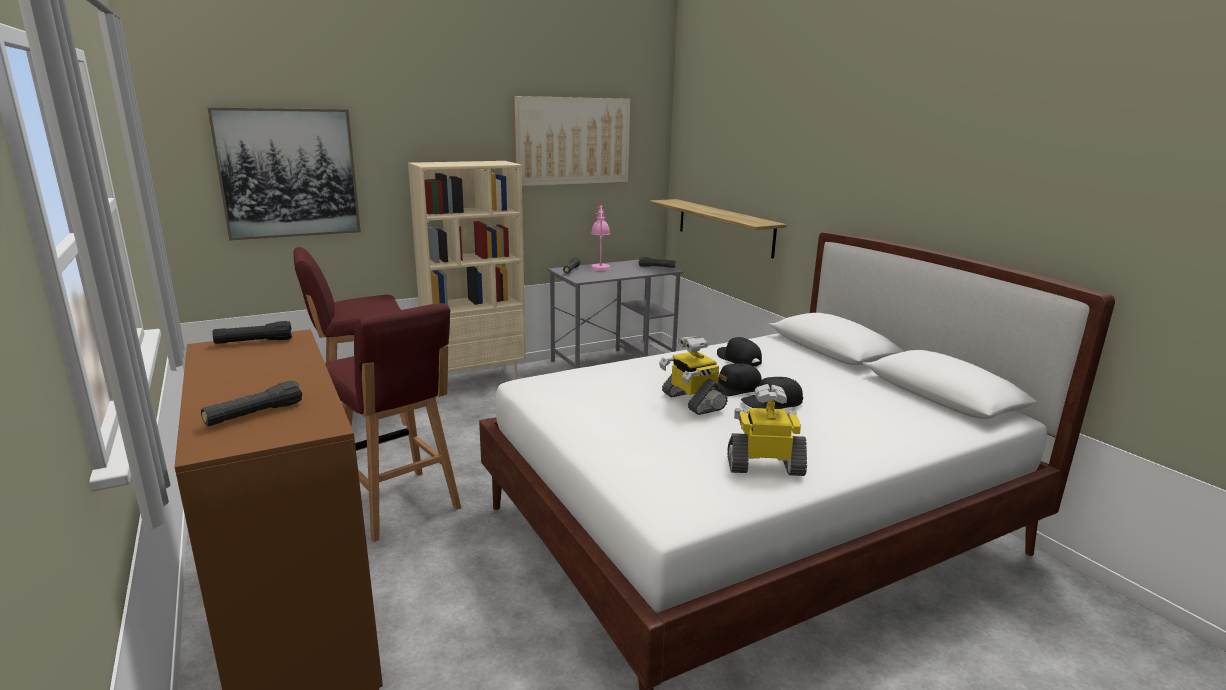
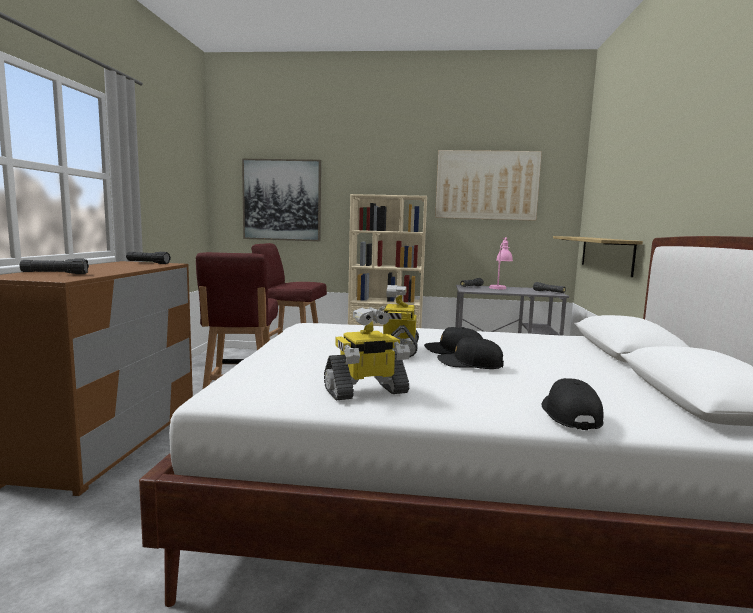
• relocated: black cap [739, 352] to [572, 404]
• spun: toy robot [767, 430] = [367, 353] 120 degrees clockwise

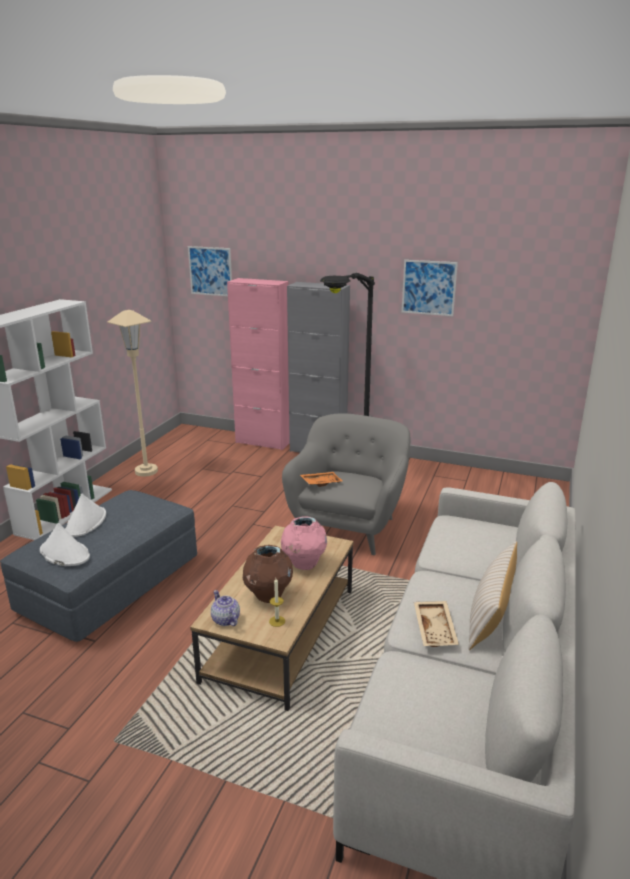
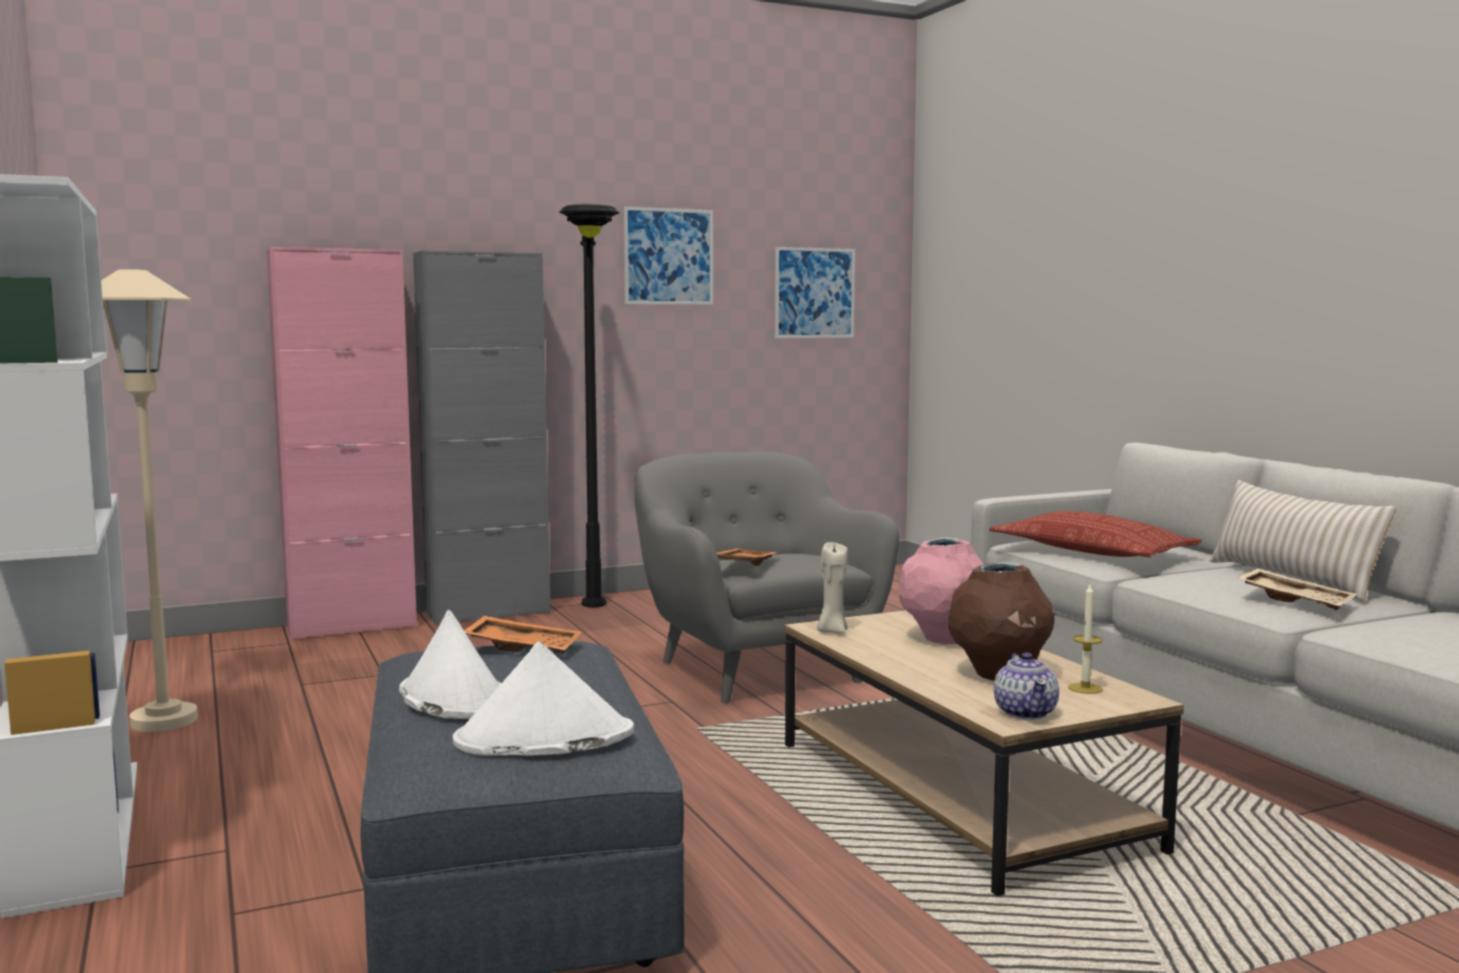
• relocated: picture [210, 271] to [815, 292]
• spun: teapot [225, 608] = [1026, 686] 105 degrees counterclockwise
• appeared: pillow [1095, 534]
• appeared: beige candle [832, 587]
• appeared: orange tray [522, 635]

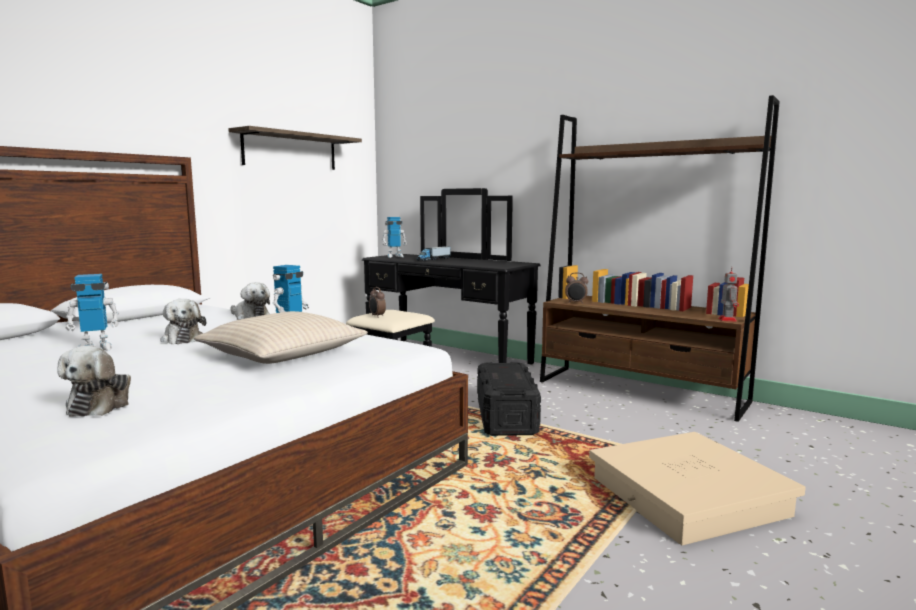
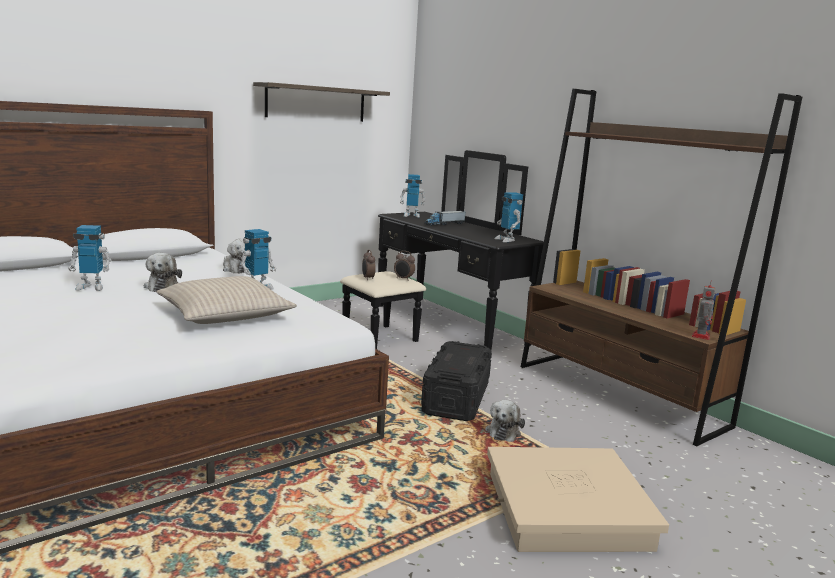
• relocated: alarm clock [576, 288] to [404, 265]
• relocated: plush toy [94, 381] to [505, 421]
• appeared: toy robot [508, 217]

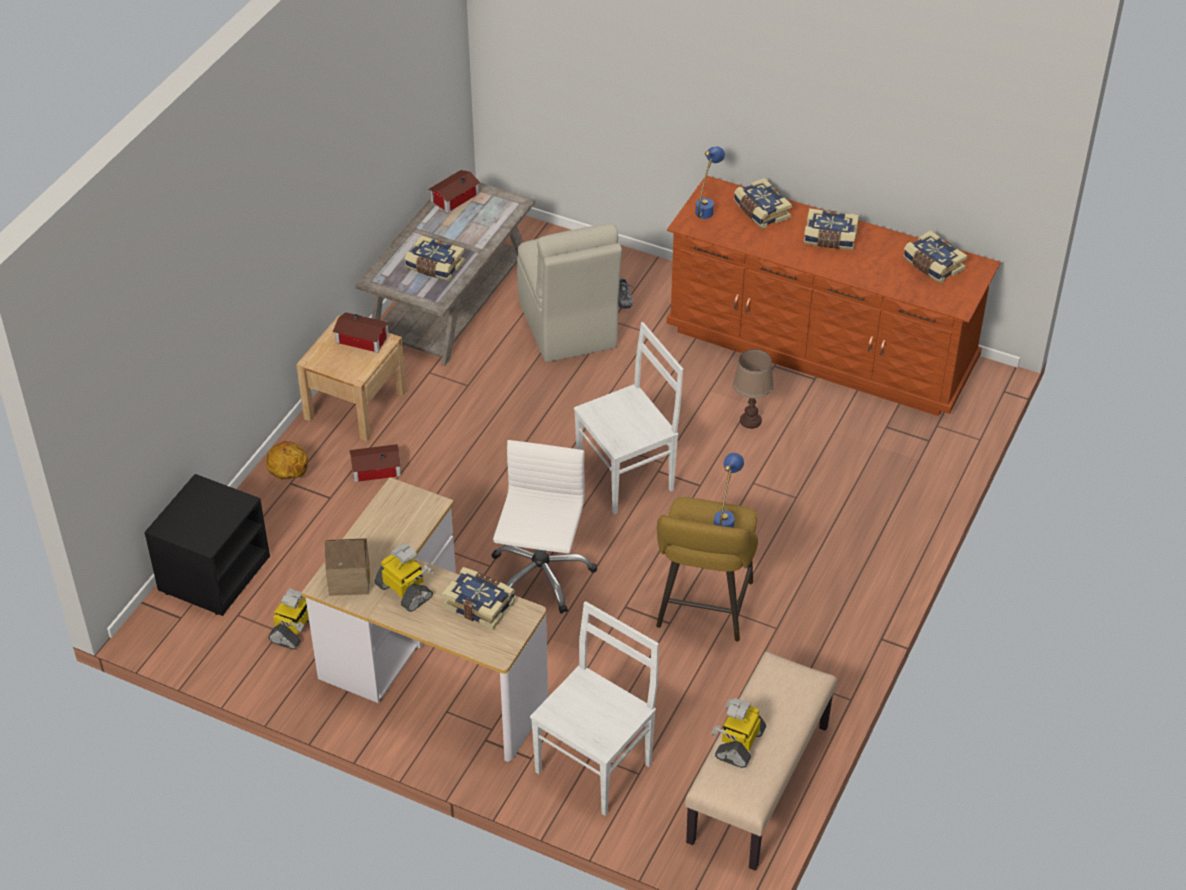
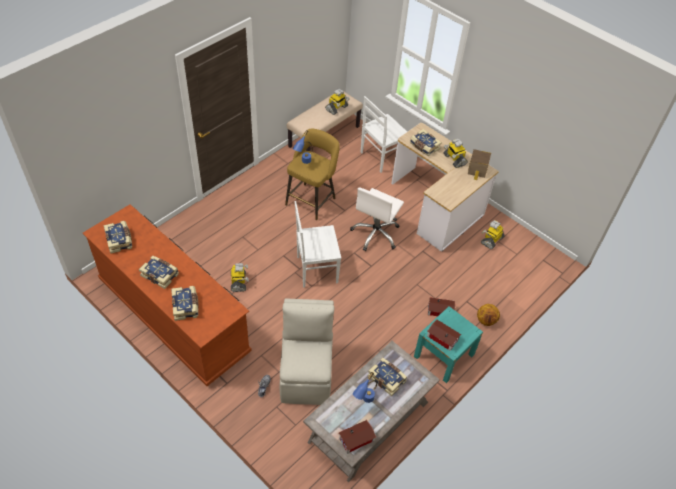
• relocated: blue table lamp [710, 183] to [365, 387]
• colour: beige nightstand [351, 378] to turquoise nightstand [448, 344]
• exchanged: brown table lamp [753, 389] to toy robot [239, 277]
• missing: black nightstand [207, 545]

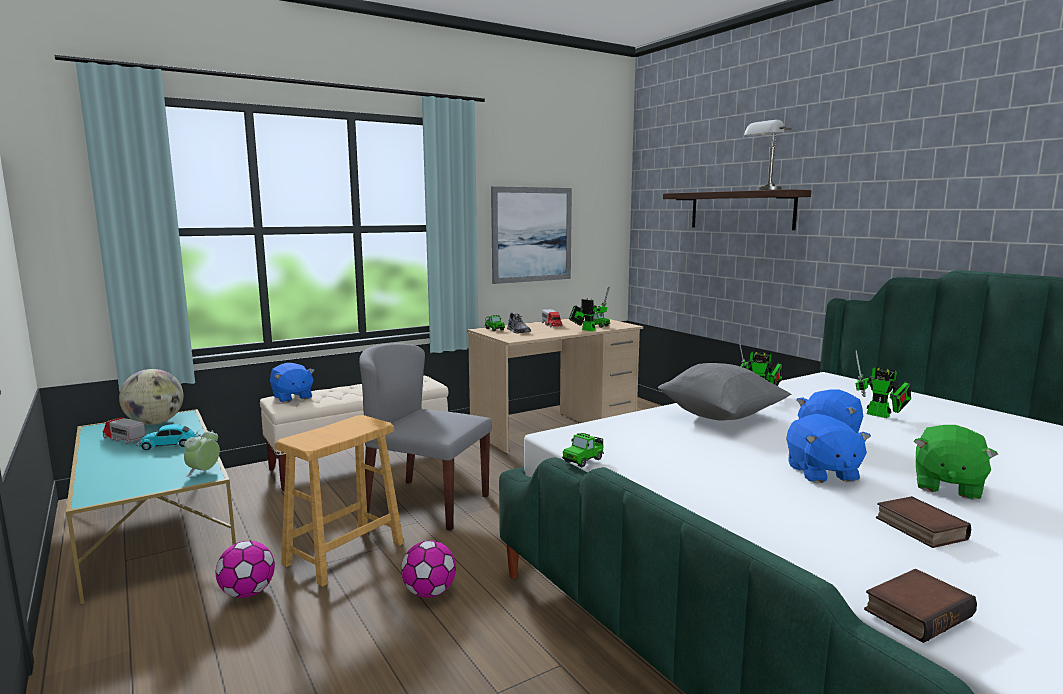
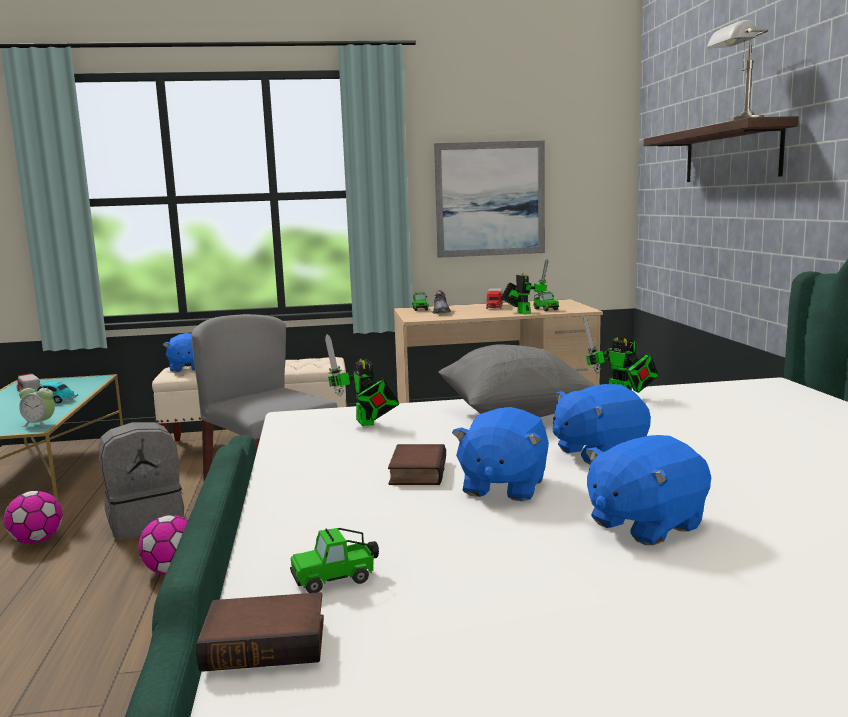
• relocated: toy robot [883, 384] to [362, 380]
• missing: globe [151, 397]
• exchanged: brown stool [339, 501] to grey backpack [141, 481]
• colour: green plush toy [956, 462] to blue plush toy [648, 490]
• spun: alarm clock [202, 452] = [37, 405] 120 degrees counterclockwise
• relocated: toy car [583, 450] to [334, 560]
• relocated: book [923, 522] to [417, 464]

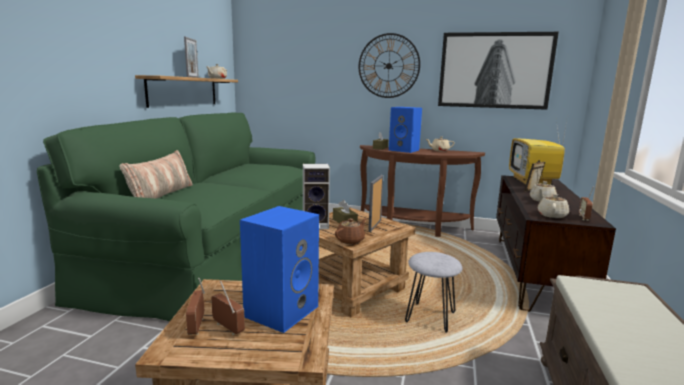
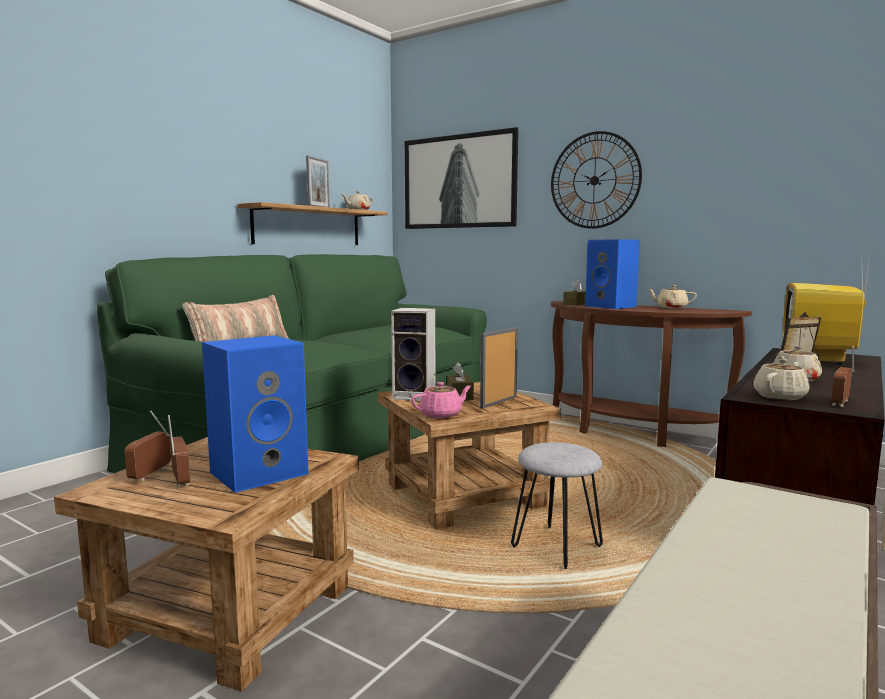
• relocated: picture [498, 71] to [461, 178]
• colour: brown teapot [351, 231] to pink teapot [441, 400]

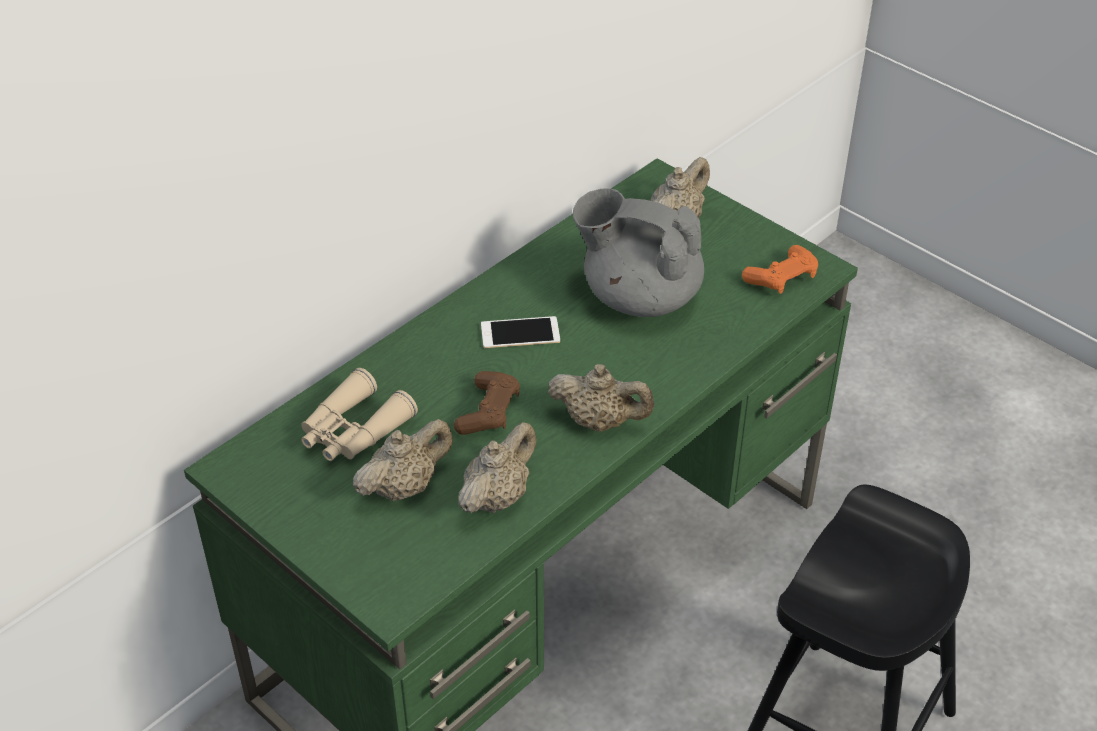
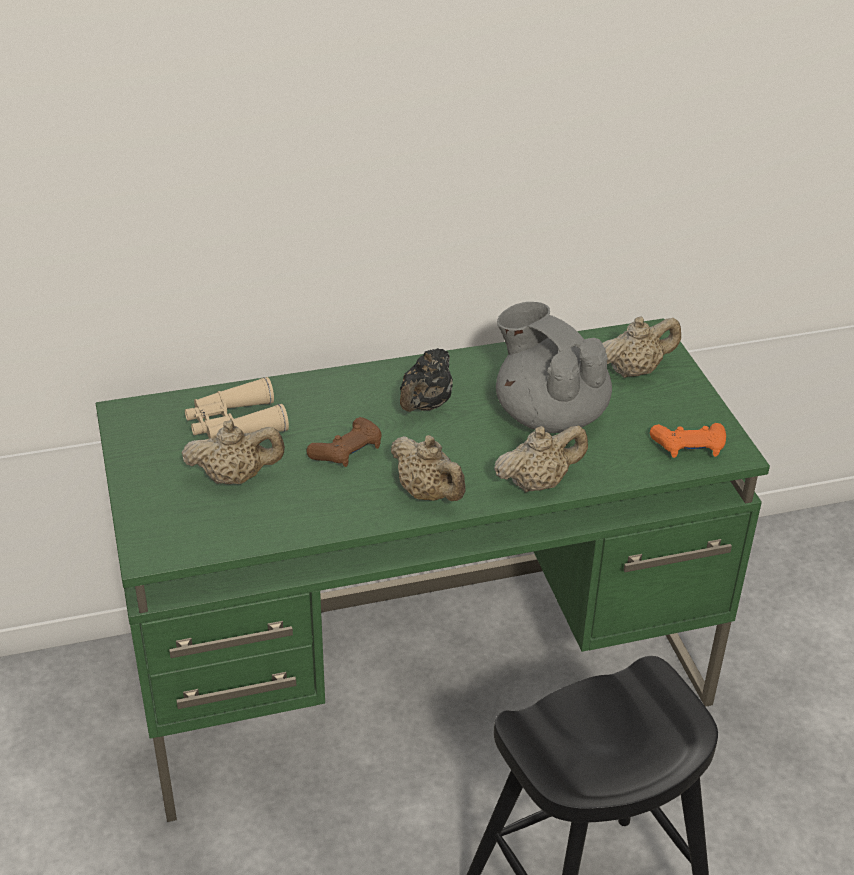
• exchanged: phone [520, 332] to black teapot [426, 380]
• relocated: beige teapot [497, 467] to [541, 458]

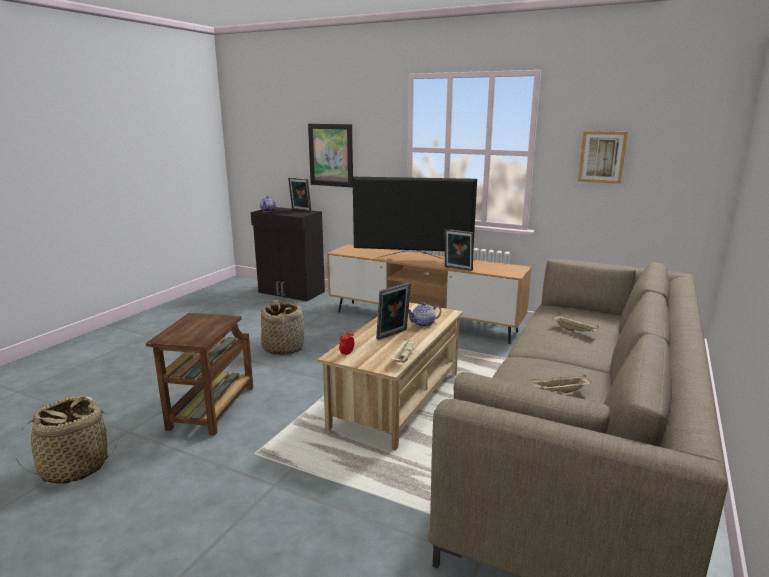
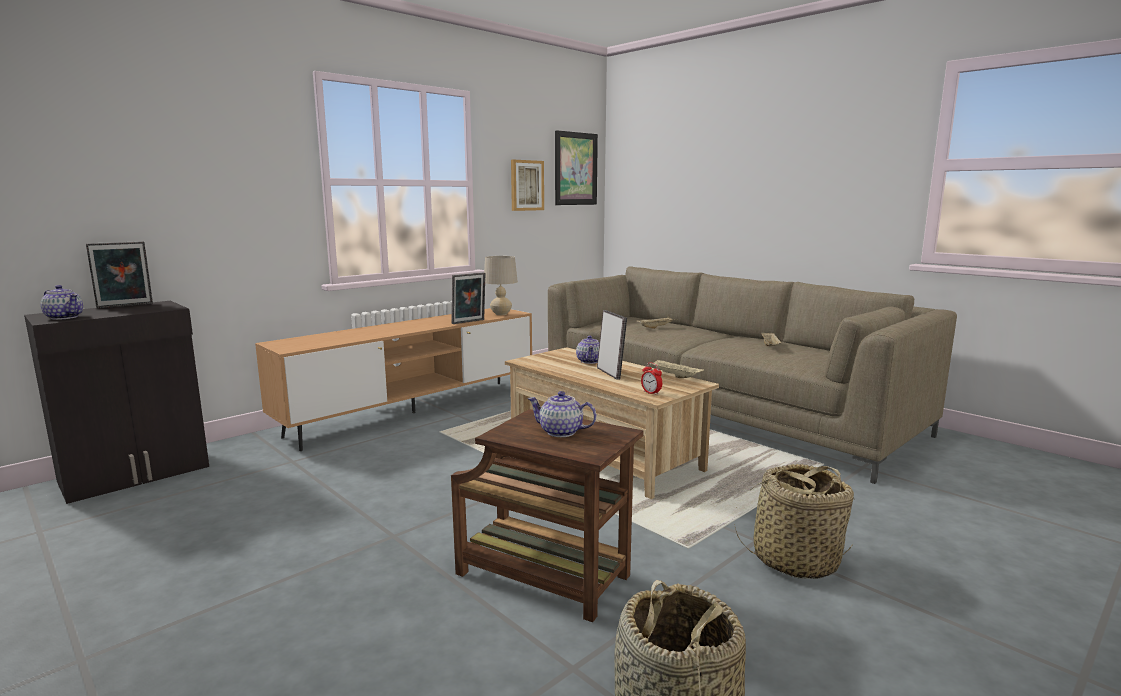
• relocated: picture [330, 156] to [576, 167]
• missing: television [415, 218]
• relocated: basket [282, 327] to [794, 521]
• appeared: beige table lamp [501, 285]
• appeared: teapot [562, 414]

